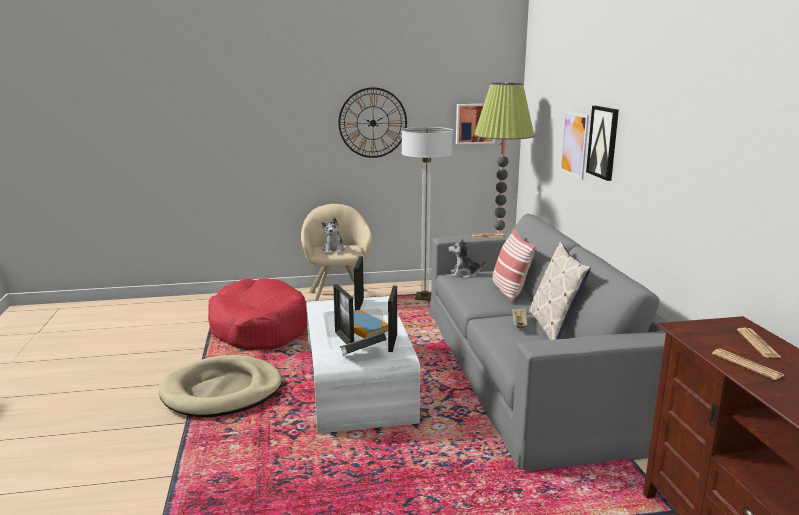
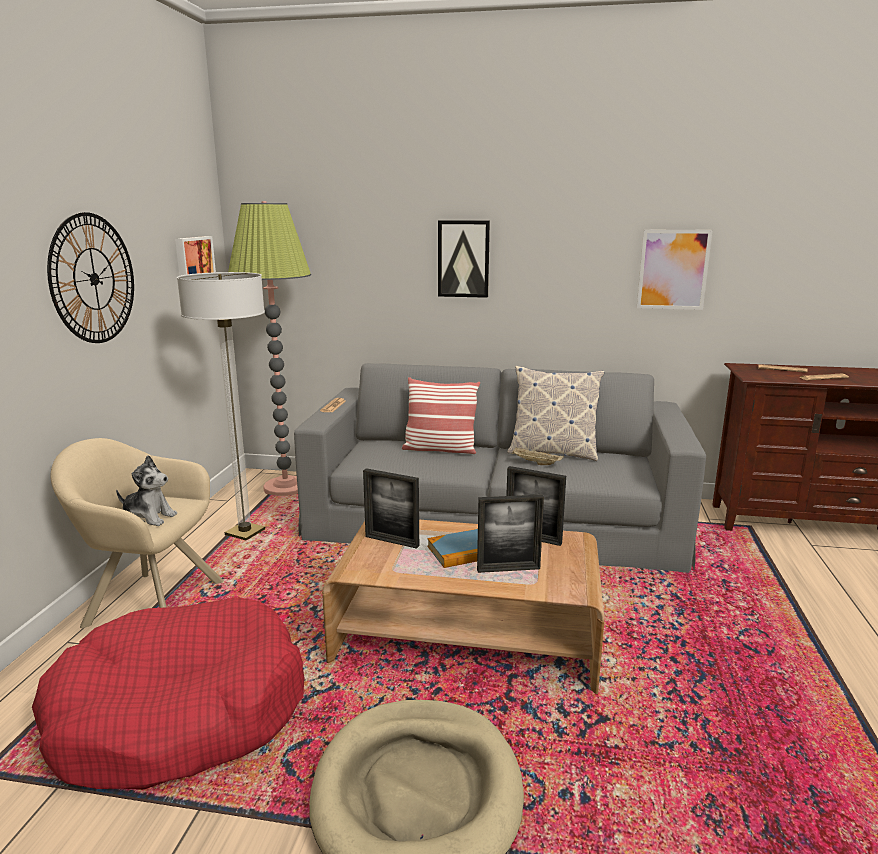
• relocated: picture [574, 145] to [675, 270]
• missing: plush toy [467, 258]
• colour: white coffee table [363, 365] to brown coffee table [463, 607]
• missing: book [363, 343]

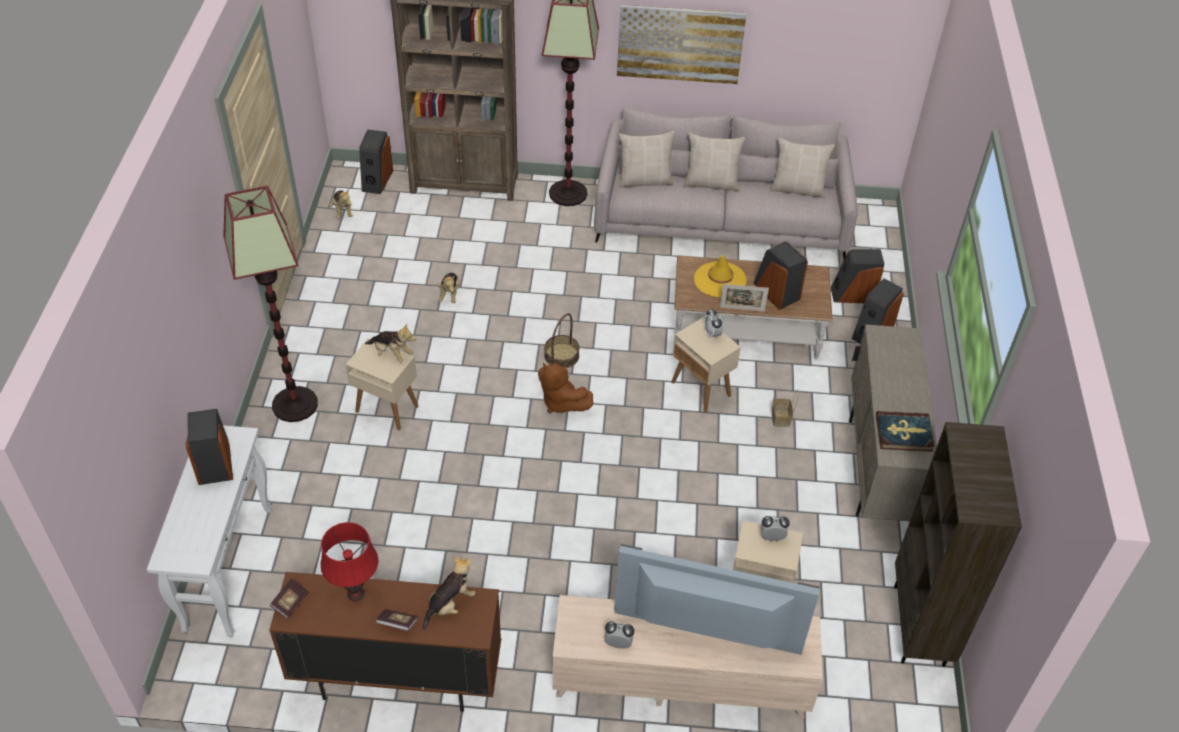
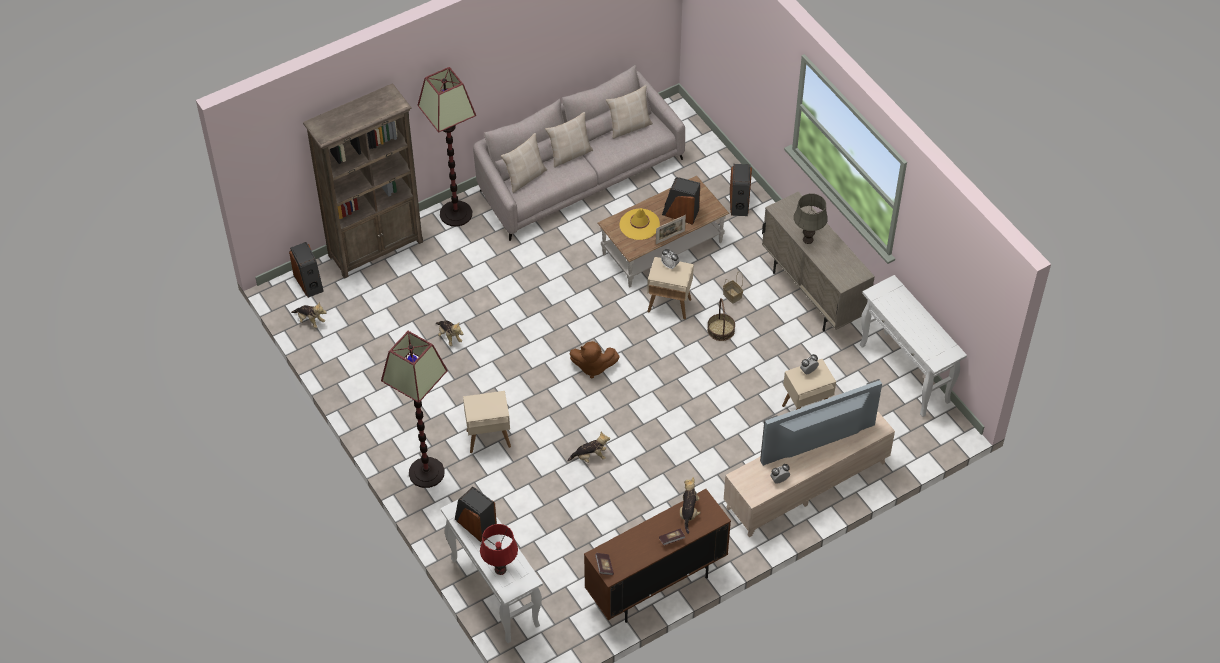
• missing: picture [682, 44]
• missing: speaker [857, 276]
• relocated: basket [562, 340] to [721, 319]
• relocated: plush toy [390, 343] to [588, 447]
• missing: book [905, 431]
• exchanged: brown bookcase [958, 544] to white console table [913, 346]
• relocated: red table lamp [349, 561] to [499, 549]
• appeared: grey table lamp [811, 218]

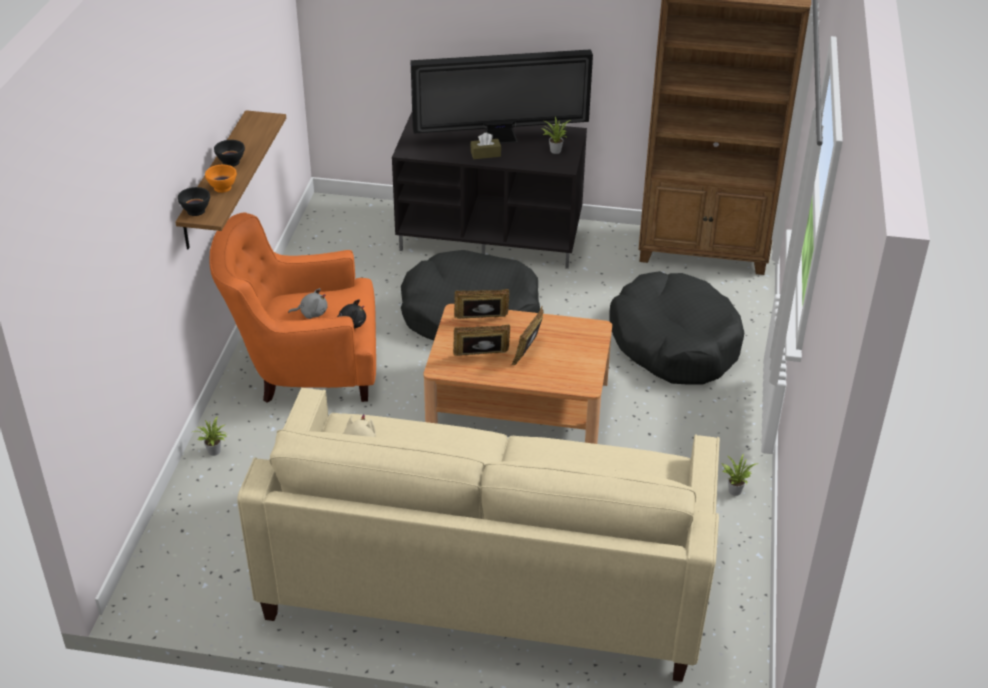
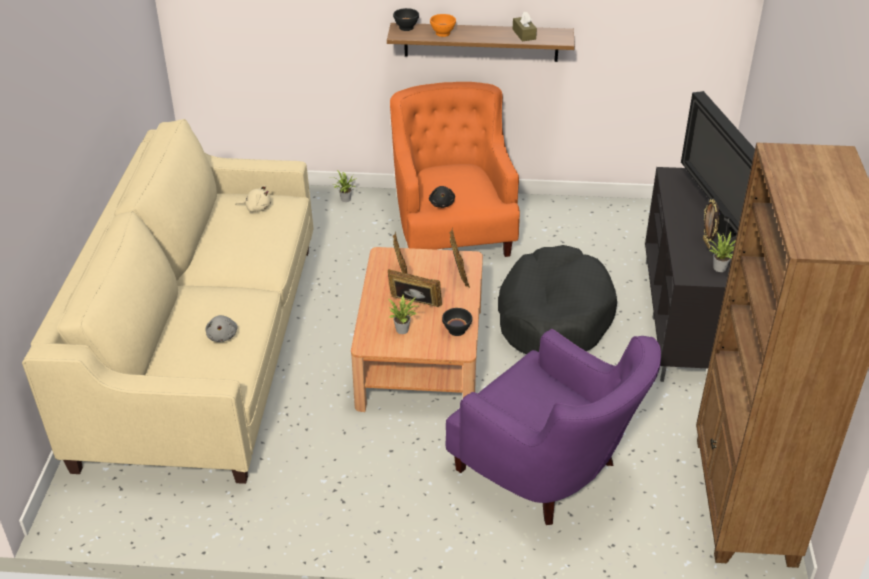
• relocated: brown tissue box [486, 145] to [525, 26]
• relocated: black bowl [229, 153] to [457, 322]
• exchanged: black dog bed [676, 327] to purple armchair [553, 427]
• relocated: grey plush toy [308, 303] to [221, 328]
• relocated: potted plant [740, 475] to [403, 314]
• appeared: picture frame [711, 224]

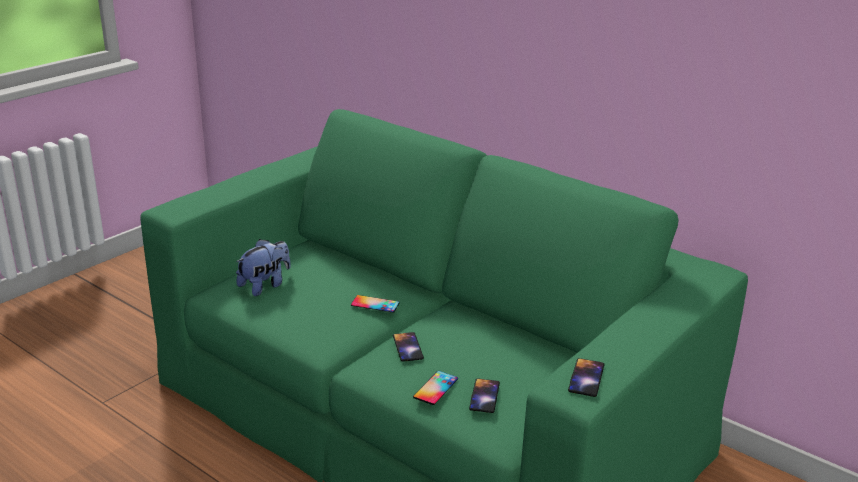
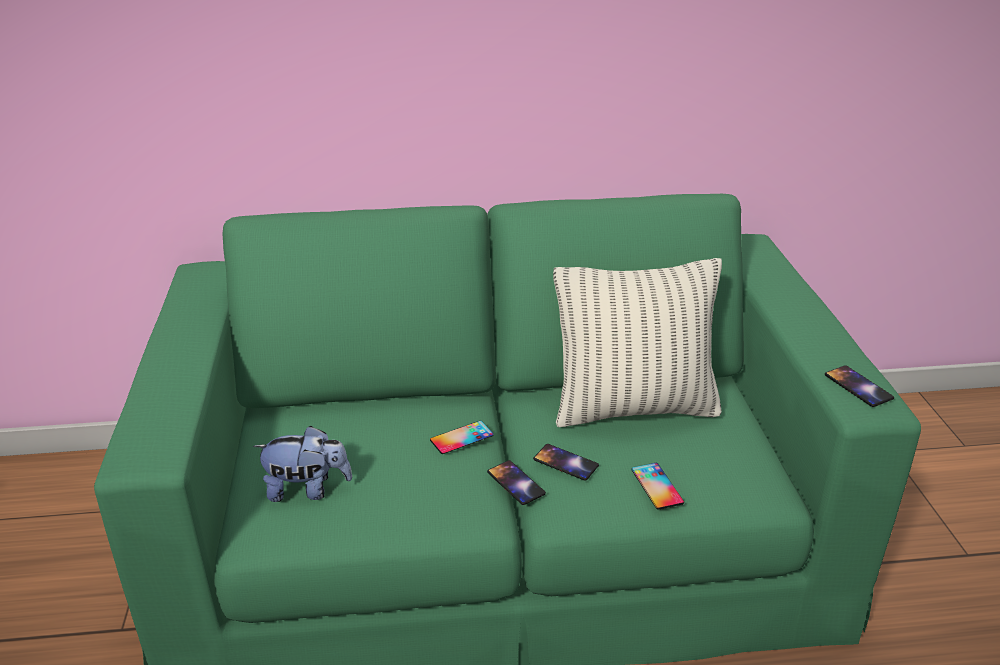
• spun: plush toy [263, 267] = [302, 464] 90 degrees clockwise
• relocated: phone [484, 395] to [516, 482]
• appeared: pillow [637, 342]

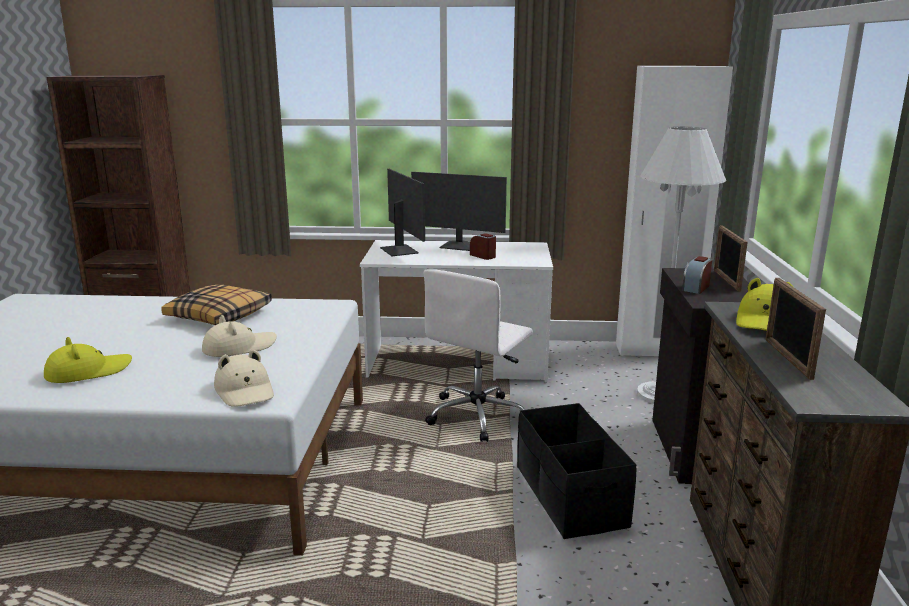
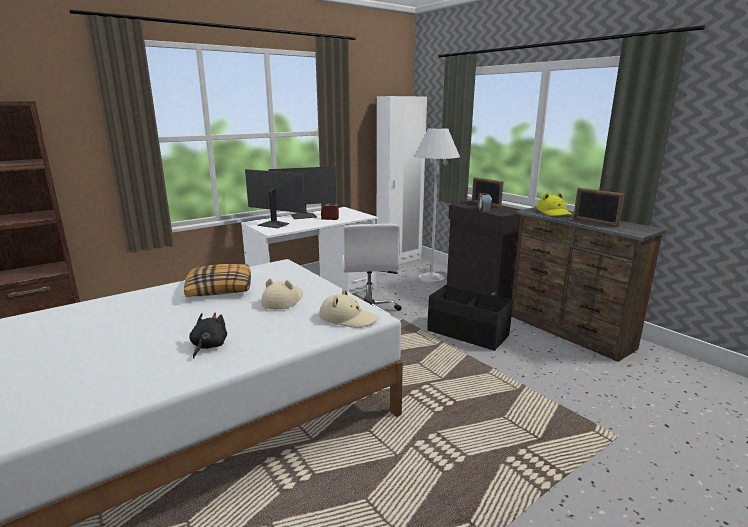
• exchanged: yellow hat [88, 360] to black plush toy [208, 335]

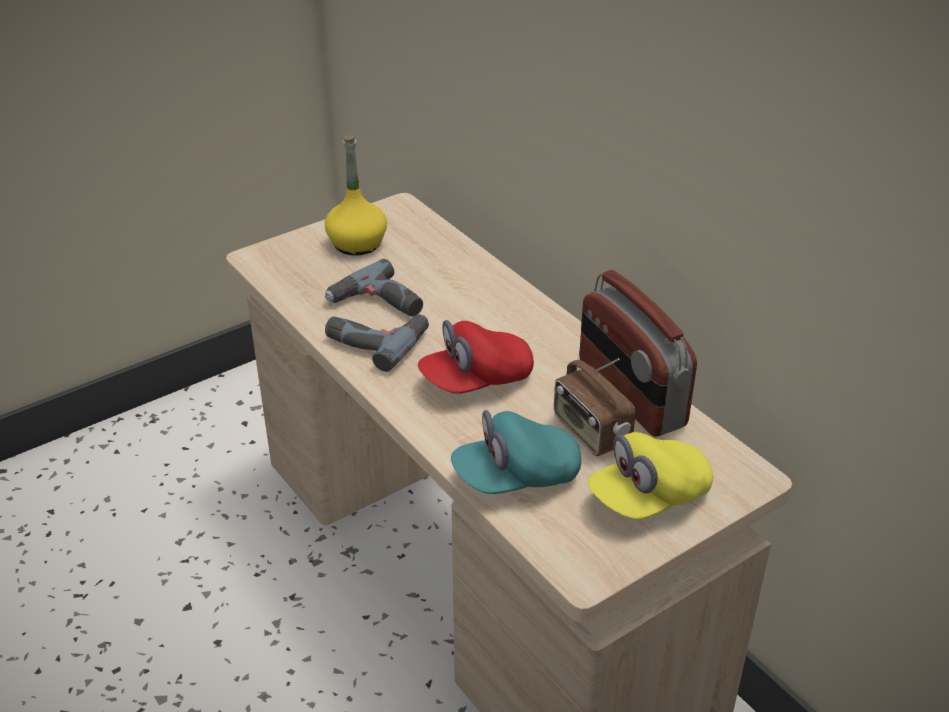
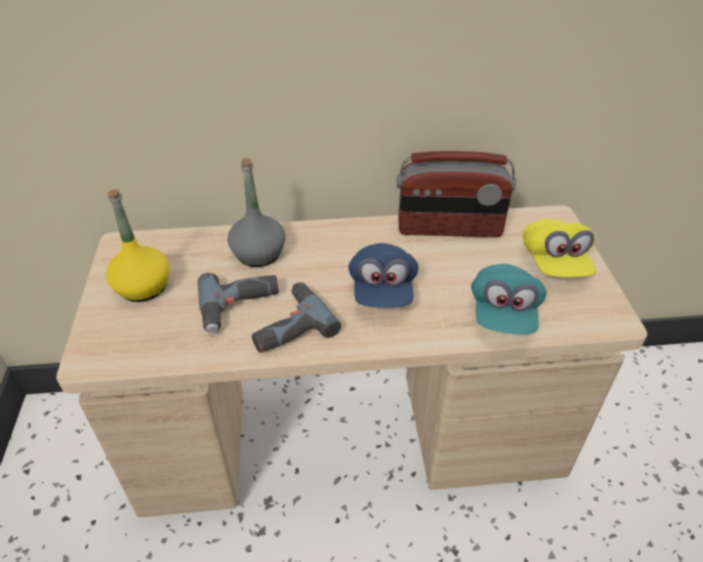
• colour: red cap [476, 357] to blue cap [383, 275]
• missing: radio [595, 407]
• appeared: grey bottle [256, 212]

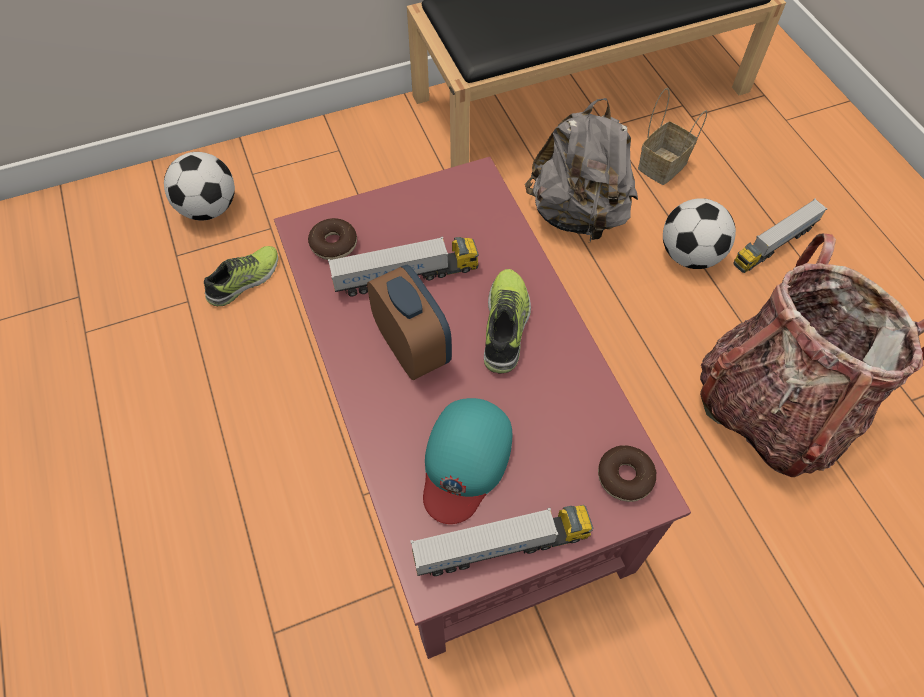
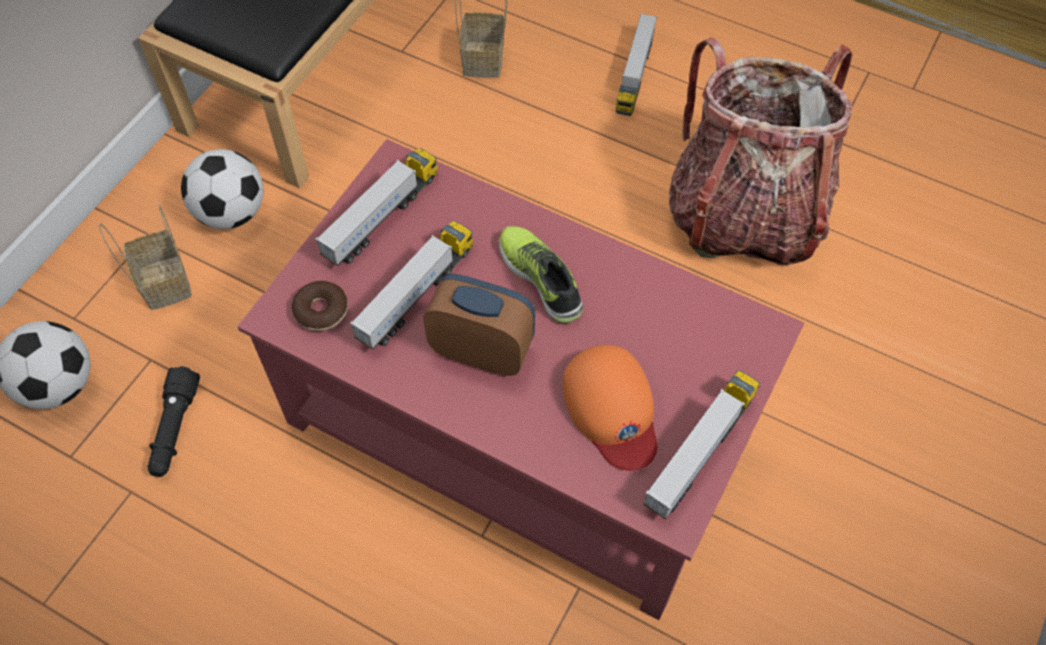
• missing: grey backpack [581, 170]
• relocated: football [699, 233] to [222, 189]
• exchanged: shoe [241, 276] to black flashlight [174, 421]
• colour: turquoise cap [467, 461] to orange cap [610, 408]
• missing: donut [627, 473]
• appeared: toy truck [377, 207]
• appeared: basket [145, 257]

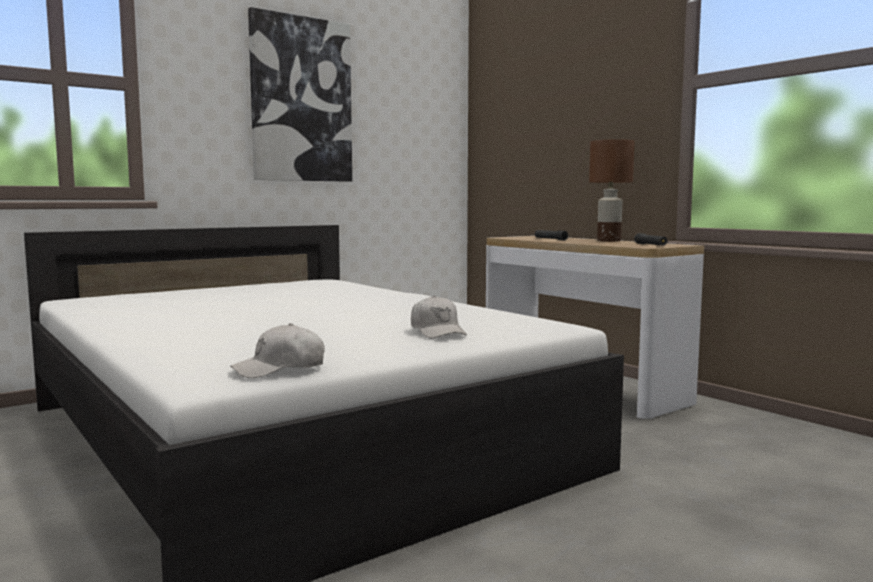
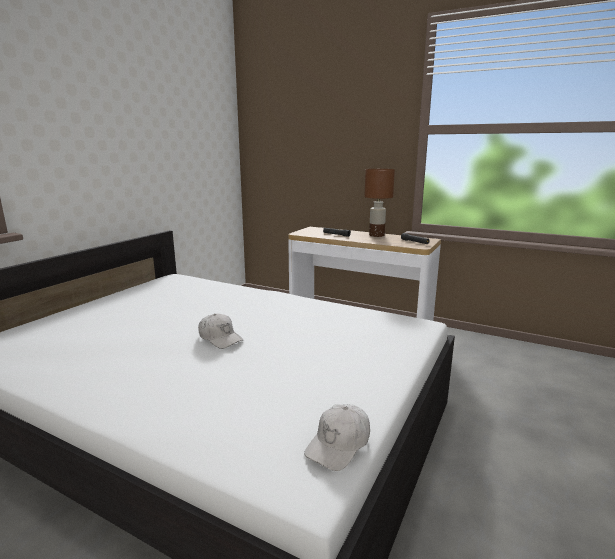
• missing: picture [300, 94]
• relocated: white cap [439, 317] to [220, 331]

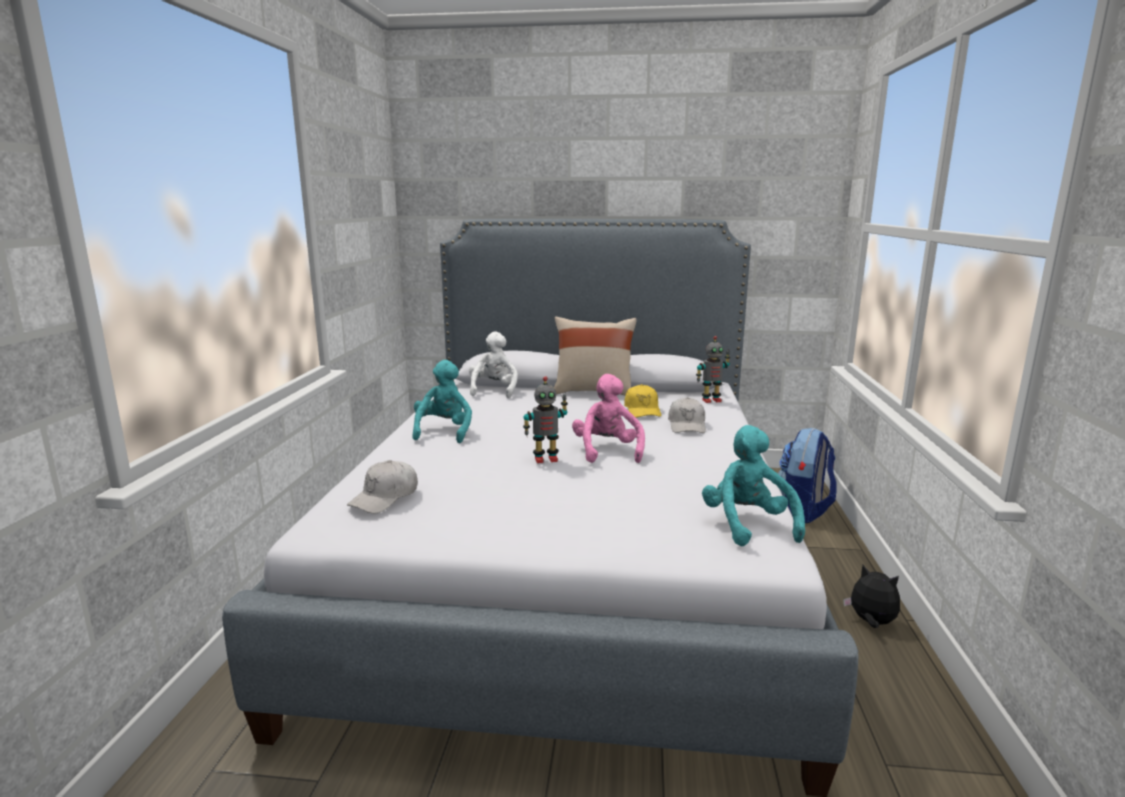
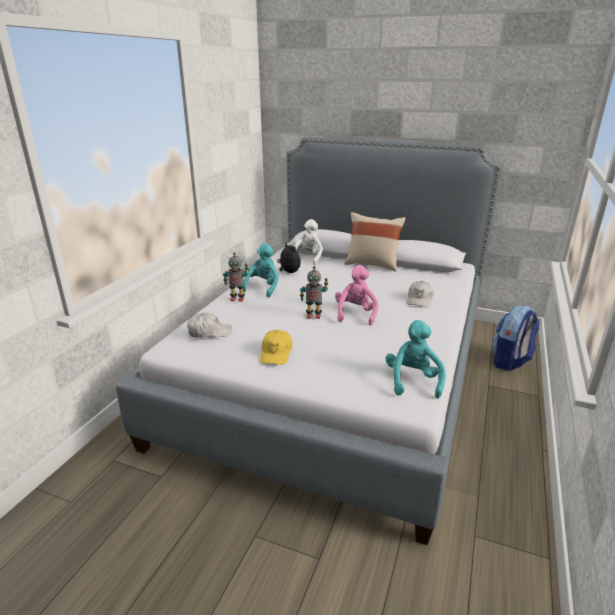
• relocated: toy robot [713, 369] to [236, 277]
• relocated: yellow cap [642, 401] to [276, 347]
• spun: white cap [382, 487] = [209, 325] 150 degrees counterclockwise
• relocated: plush toy [871, 596] to [289, 258]

